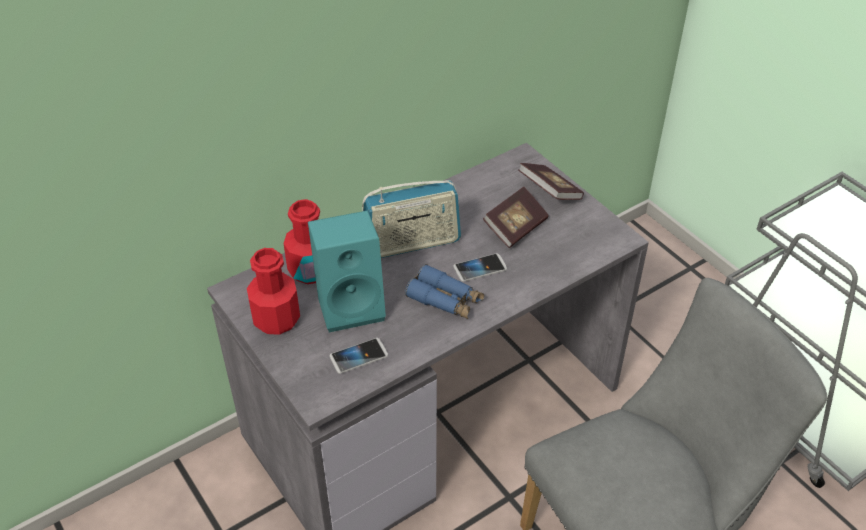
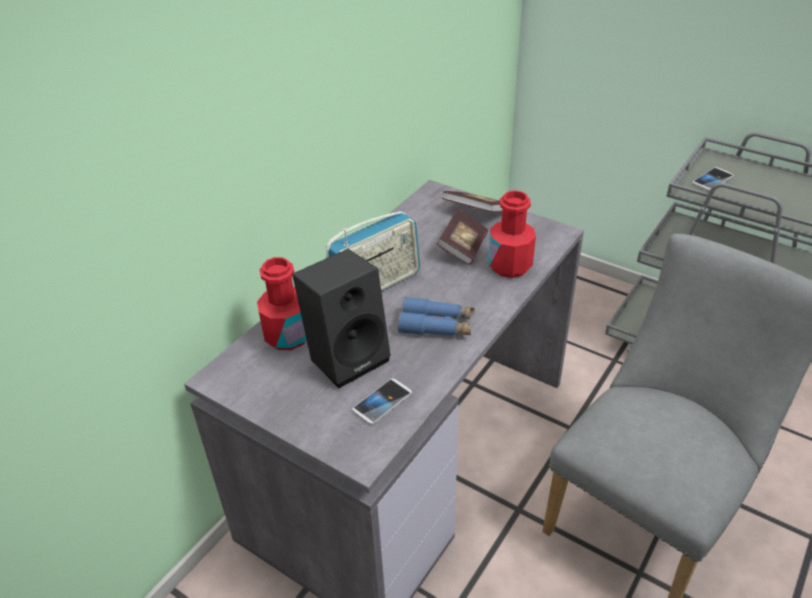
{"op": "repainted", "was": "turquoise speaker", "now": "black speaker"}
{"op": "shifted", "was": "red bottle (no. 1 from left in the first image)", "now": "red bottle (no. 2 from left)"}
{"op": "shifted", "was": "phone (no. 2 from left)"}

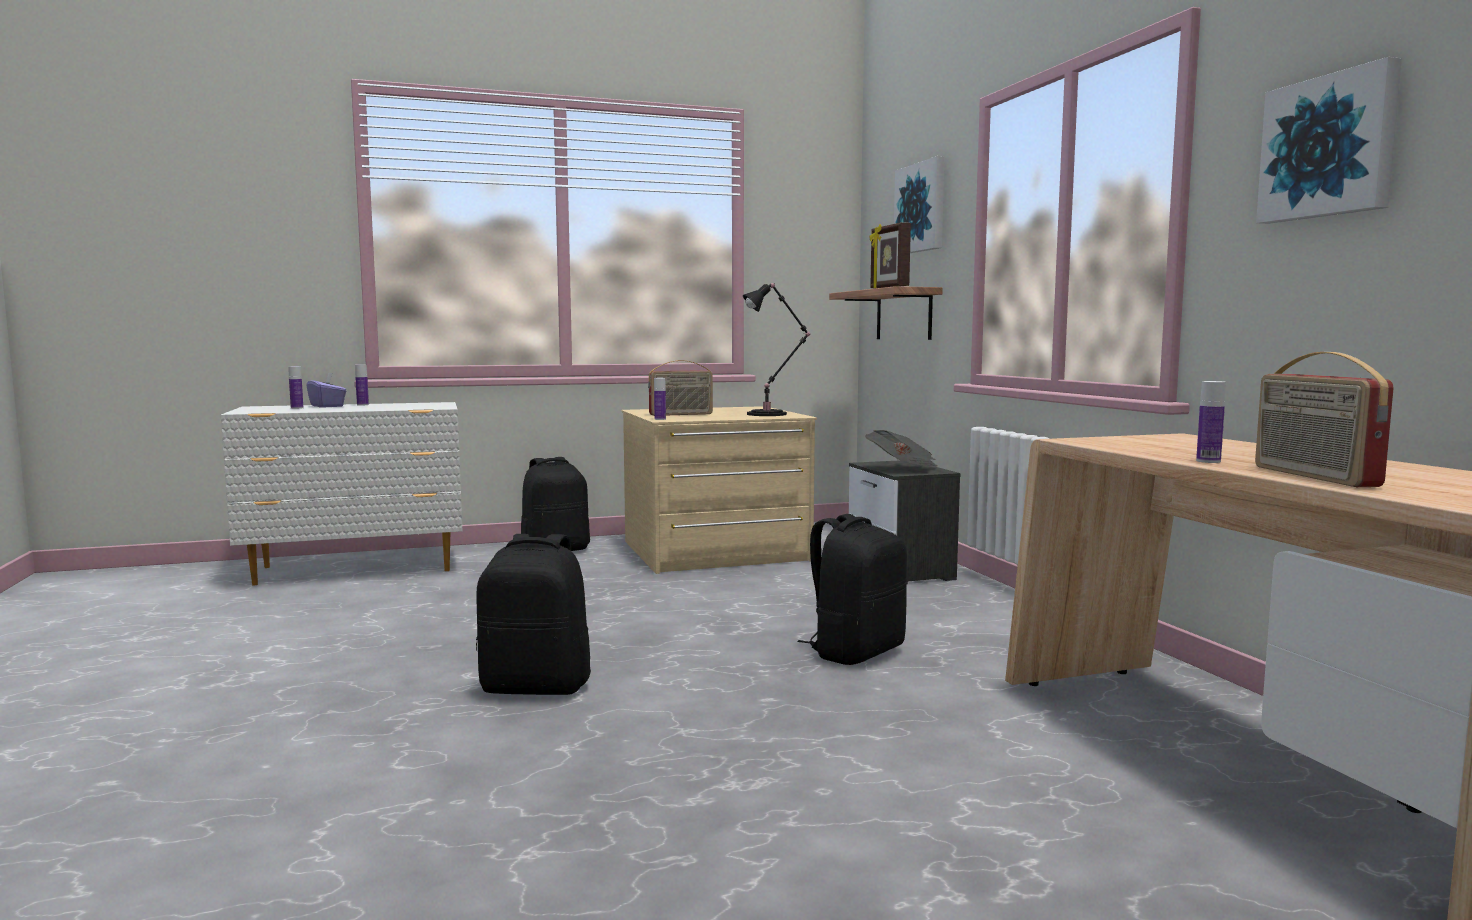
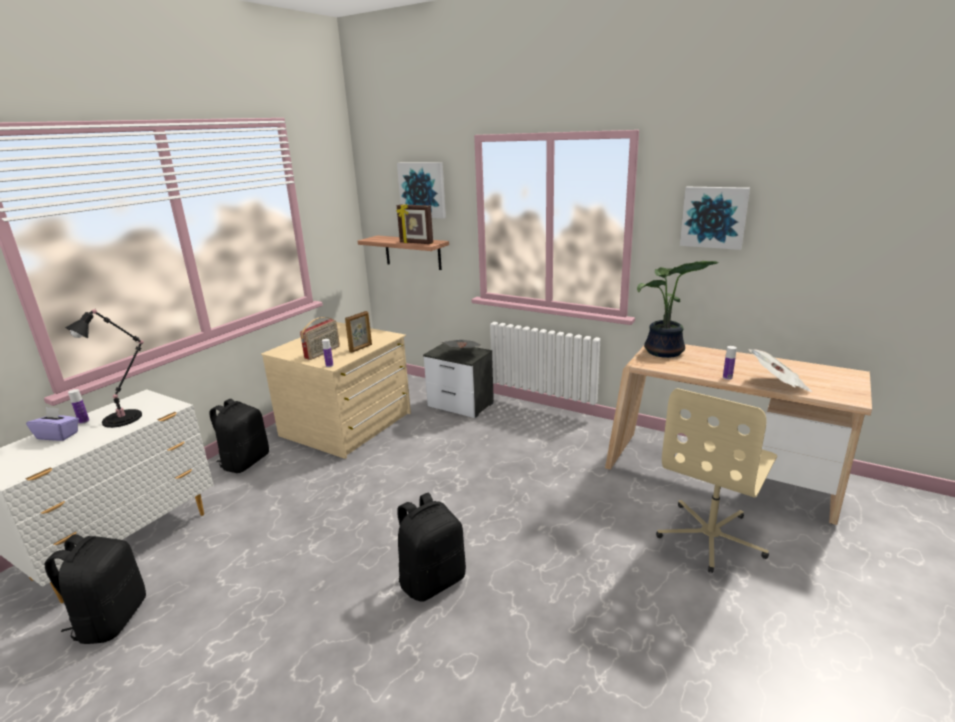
{"op": "shifted", "was": "black table lamp"}
{"op": "swapped", "was": "radio (no. 2 from left)", "now": "newspaper (no. 2 from left)"}
{"op": "gone", "was": "bottle (no. 1 from left)"}
{"op": "shifted", "was": "black backpack (no. 3 from left in the first image)", "now": "black backpack (no. 1 from left)"}
{"op": "new", "now": "potted plant"}
{"op": "new", "now": "picture frame (no. 1 from left)"}
{"op": "new", "now": "beige office chair"}

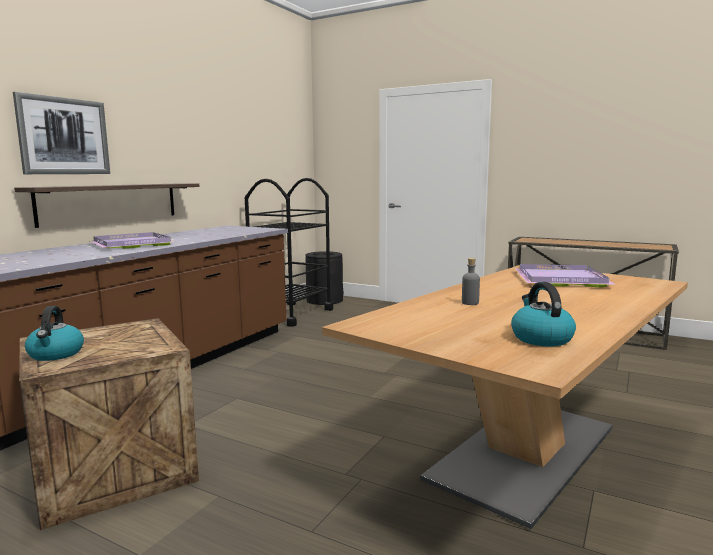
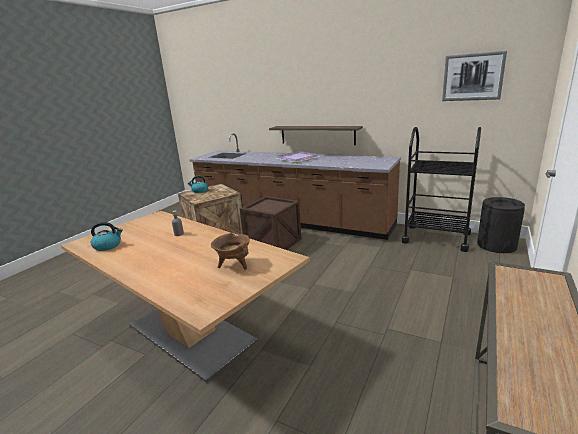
{"op": "shifted", "was": "picture"}
{"op": "swapped", "was": "purple tray (no. 2 from left)", "now": "brown cooking pot"}
{"op": "new", "now": "crate (no. 2 from left)"}

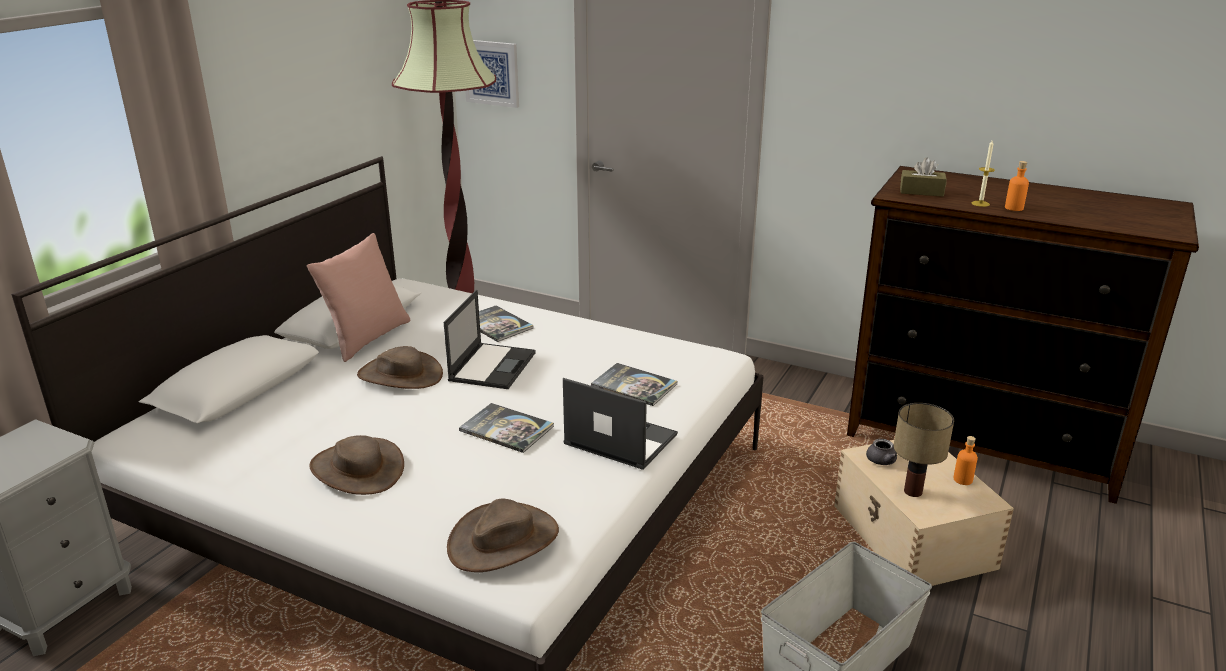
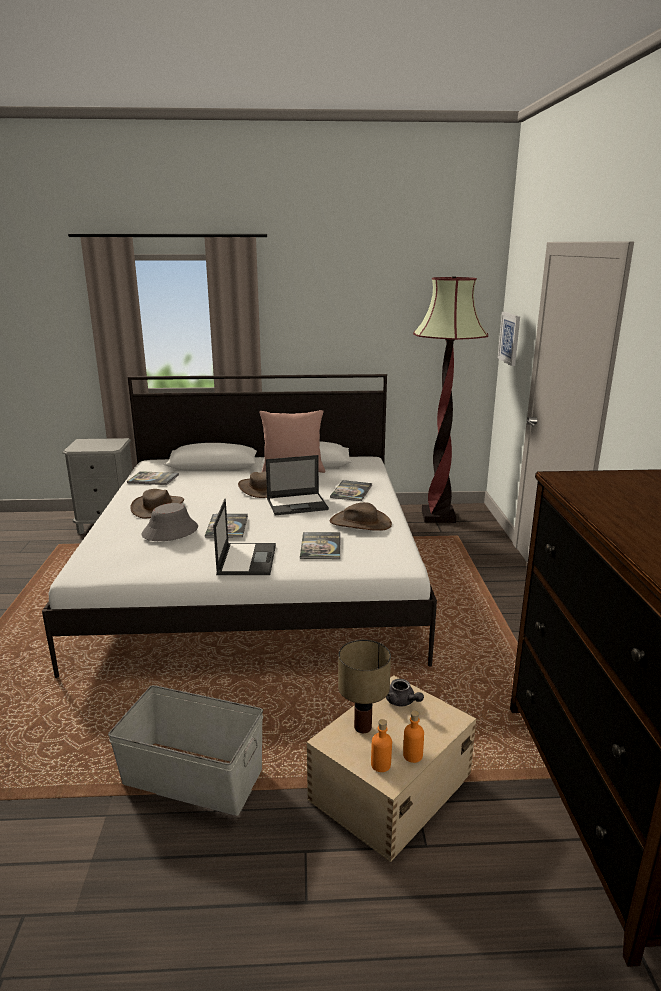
{"op": "gone", "was": "candle"}
{"op": "gone", "was": "brown tissue box"}
{"op": "shifted", "was": "orange bottle (no. 2 from left in the first image)", "now": "orange bottle (no. 1 from left)"}
{"op": "shifted", "was": "brown hat (no. 3 from left)"}
{"op": "new", "now": "book (no. 1 from left)"}
{"op": "new", "now": "grey hat"}

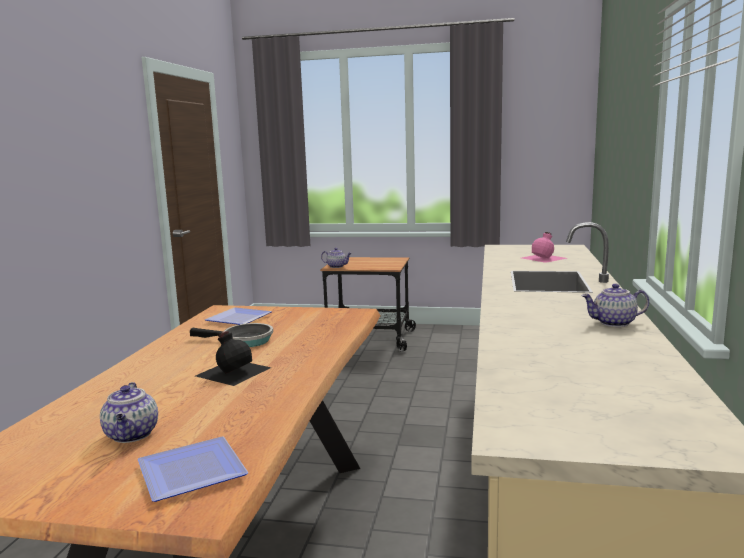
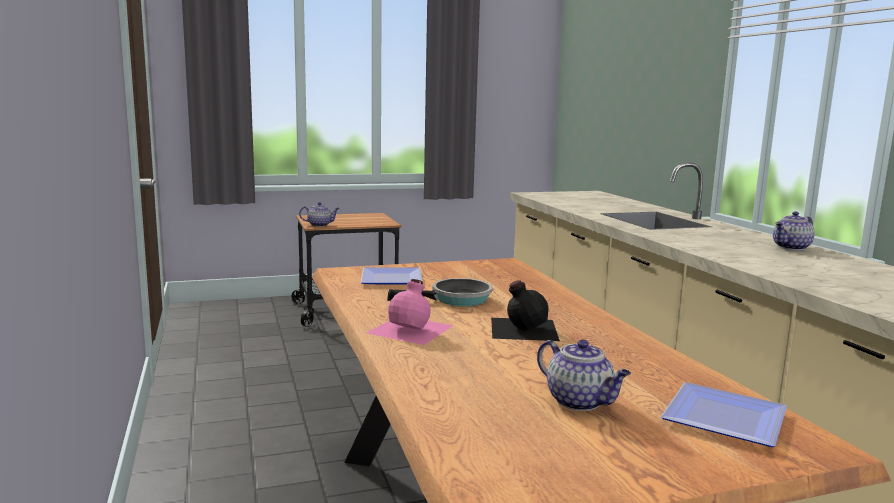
{"op": "shifted", "was": "pink bottle"}

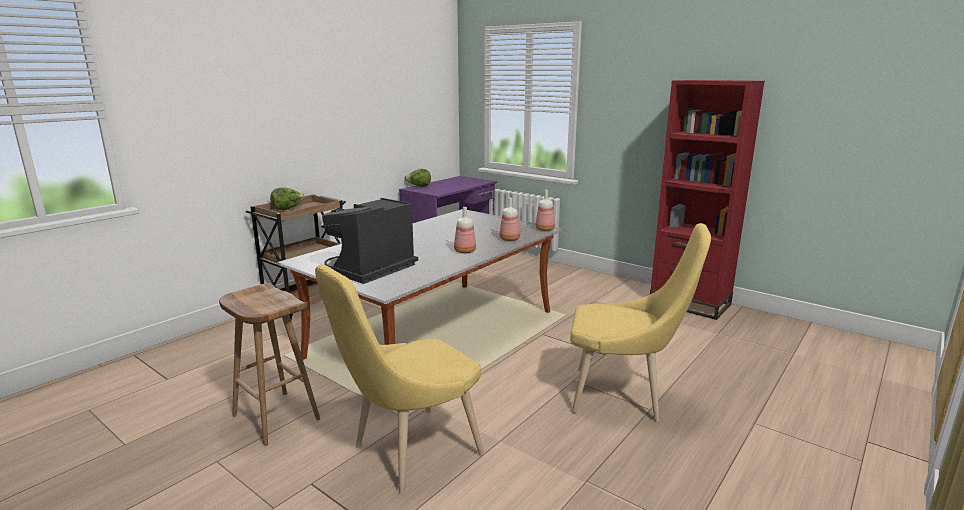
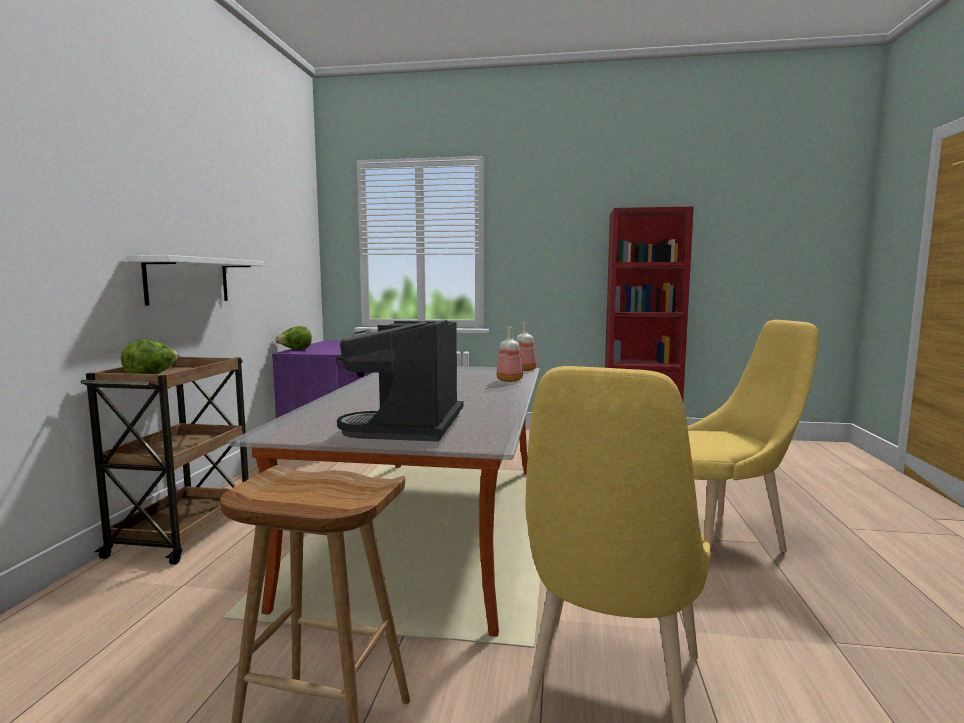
{"op": "gone", "was": "bottle (no. 1 from left)"}
{"op": "new", "now": "white shelf"}

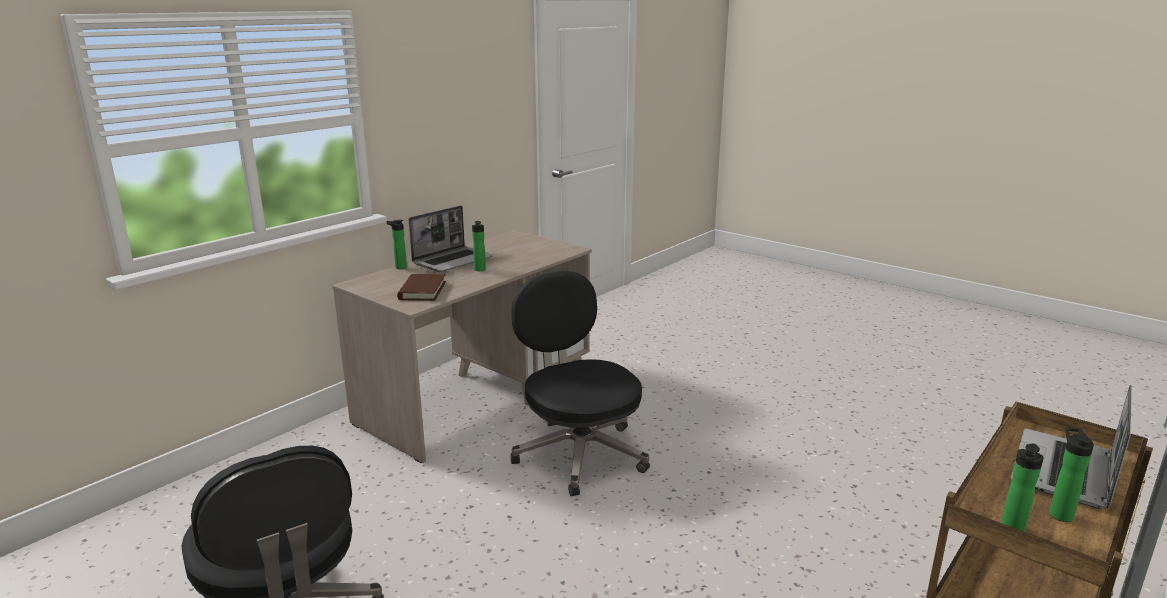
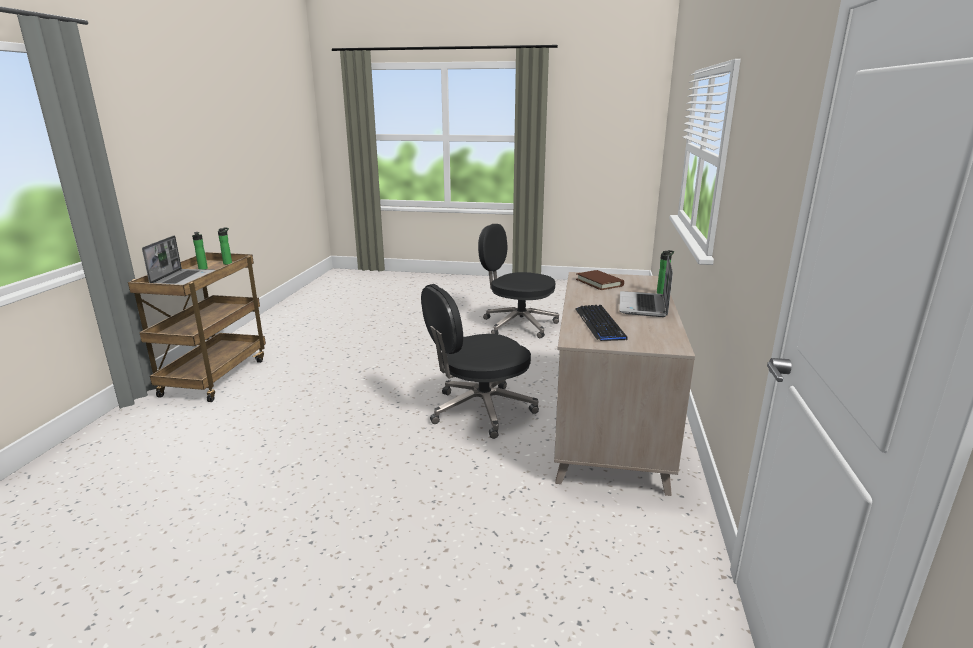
{"op": "gone", "was": "bottle (no. 2 from left)"}
{"op": "rotated", "was": "black office chair (no. 2 from left in the first image)", "clockwise": 120}
{"op": "new", "now": "keyboard"}

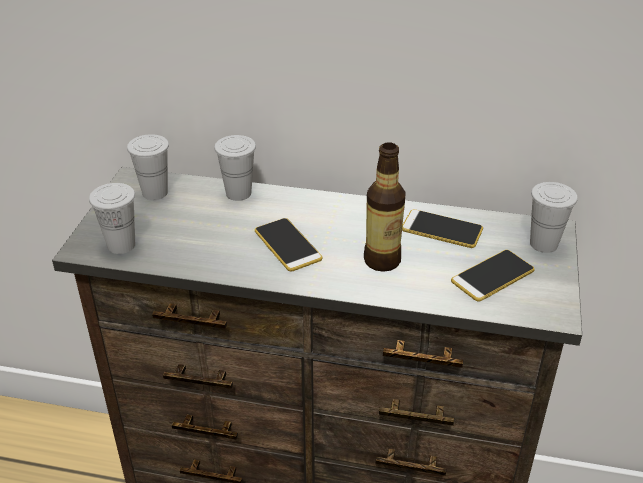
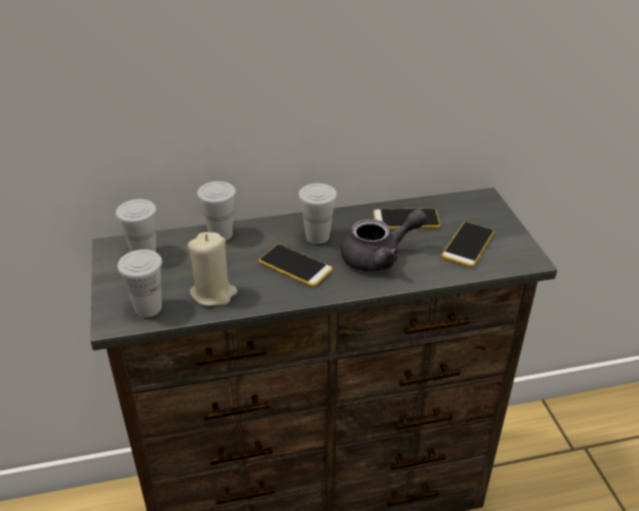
{"op": "swapped", "was": "bottle", "now": "grey teapot"}
{"op": "shifted", "was": "white cup (no. 4 from left)"}
{"op": "new", "now": "beige candle"}

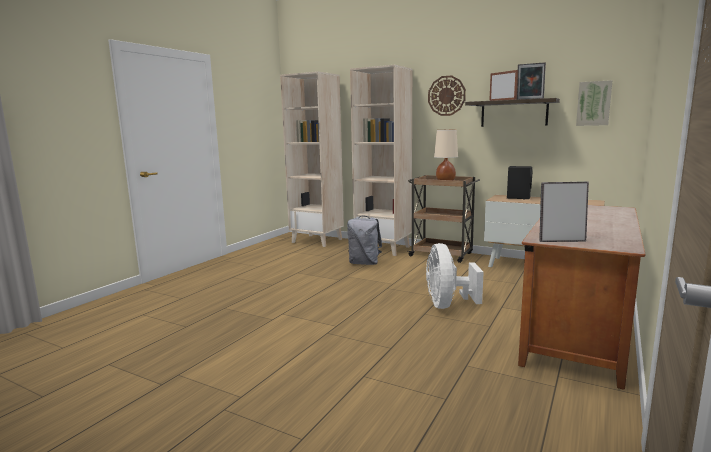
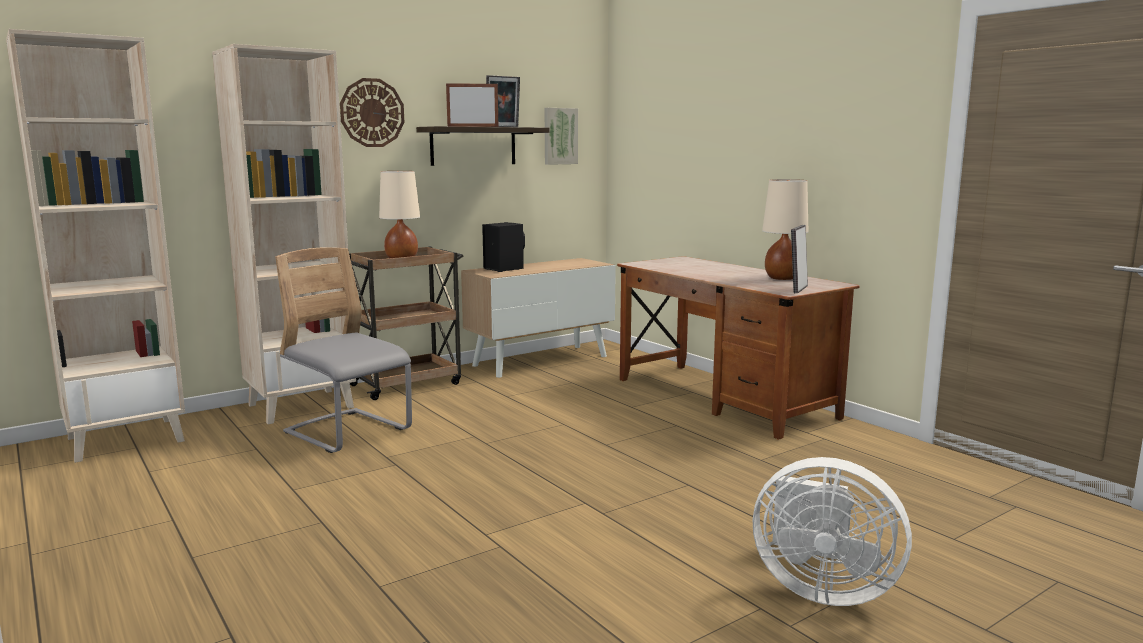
{"op": "swapped", "was": "grey backpack", "now": "grey chair"}
{"op": "shifted", "was": "white fan"}
{"op": "new", "now": "beige table lamp (no. 2 from left)"}

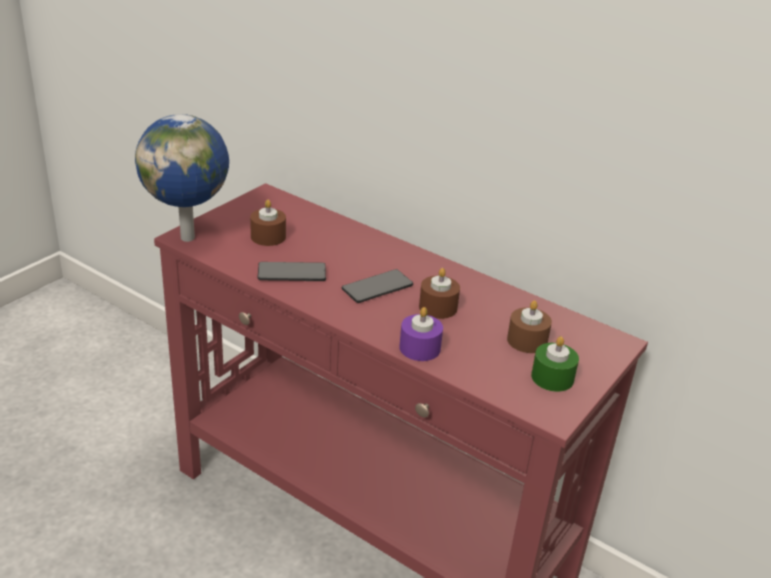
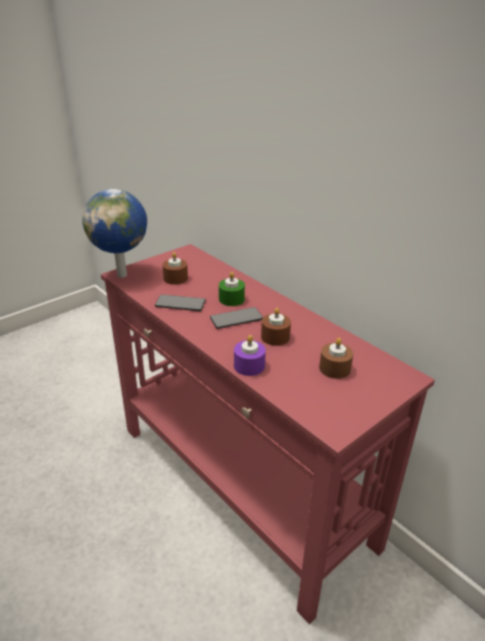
{"op": "shifted", "was": "green candle"}

